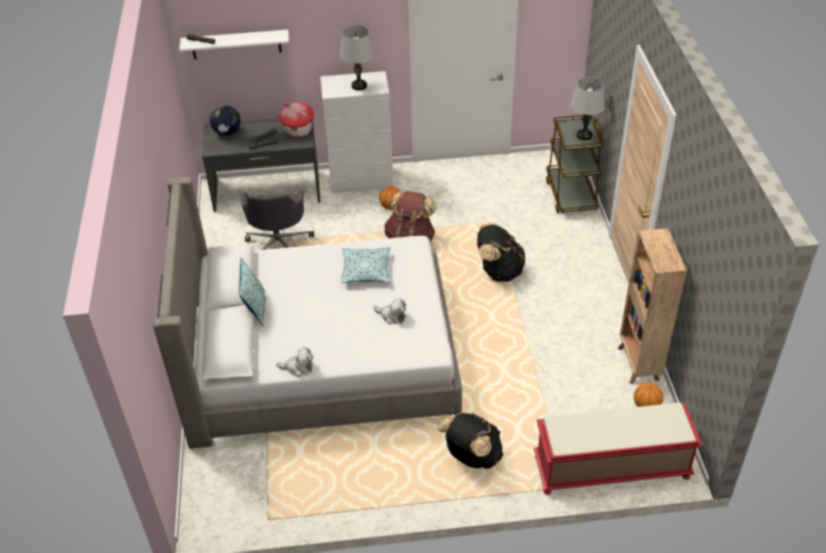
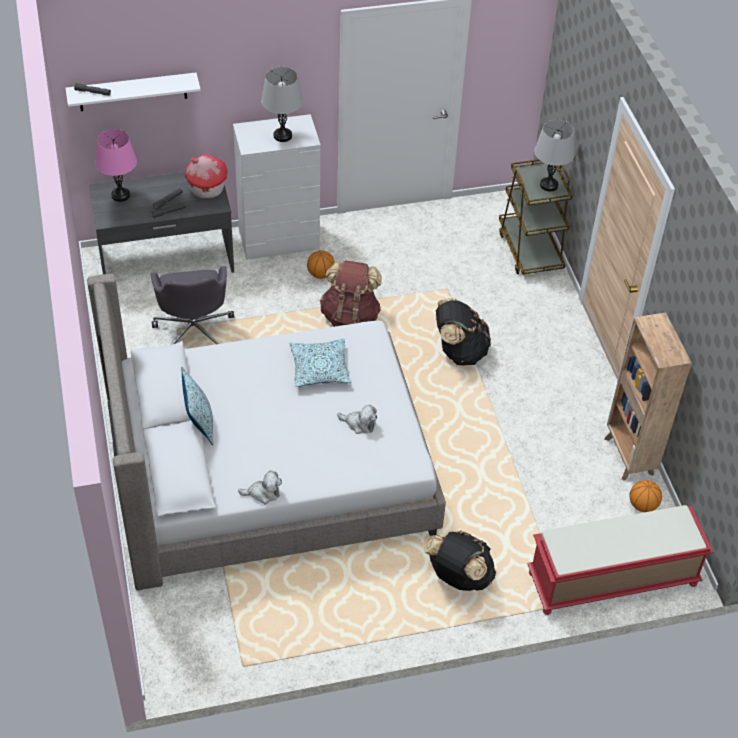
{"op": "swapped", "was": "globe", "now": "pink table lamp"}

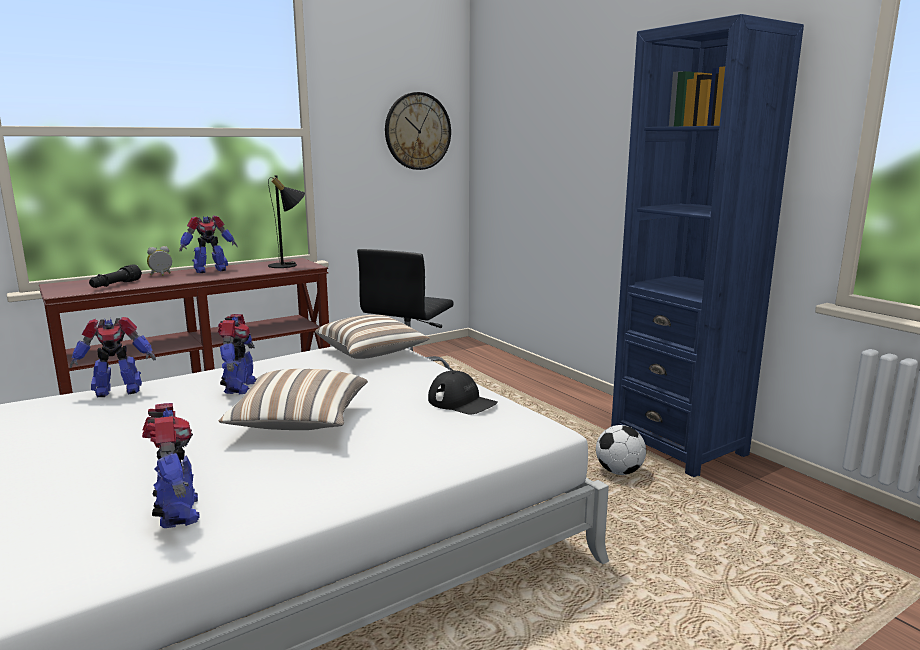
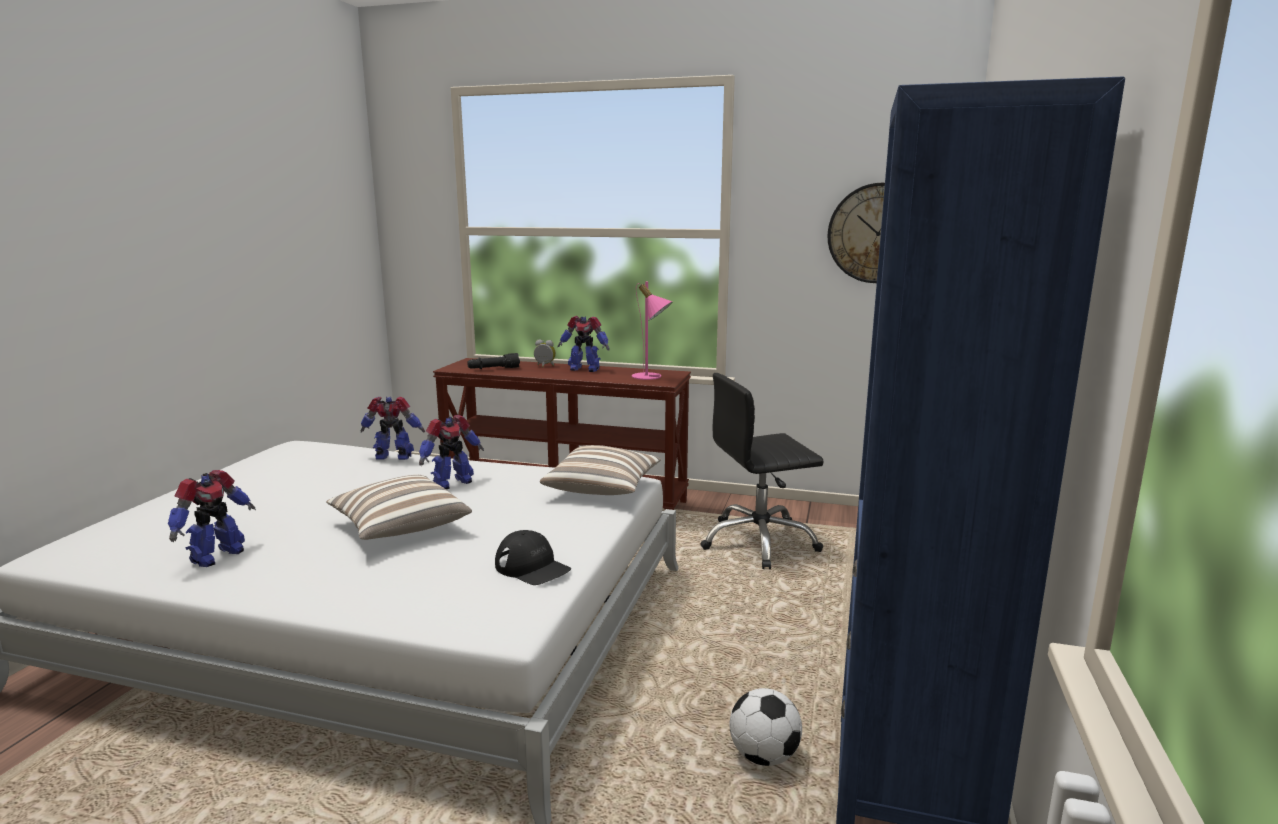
{"op": "repainted", "was": "black table lamp", "now": "pink table lamp"}
{"op": "rotated", "was": "toy robot (no. 1 from left in the first image)", "clockwise": 150}
{"op": "rotated", "was": "black cap", "clockwise": -45}

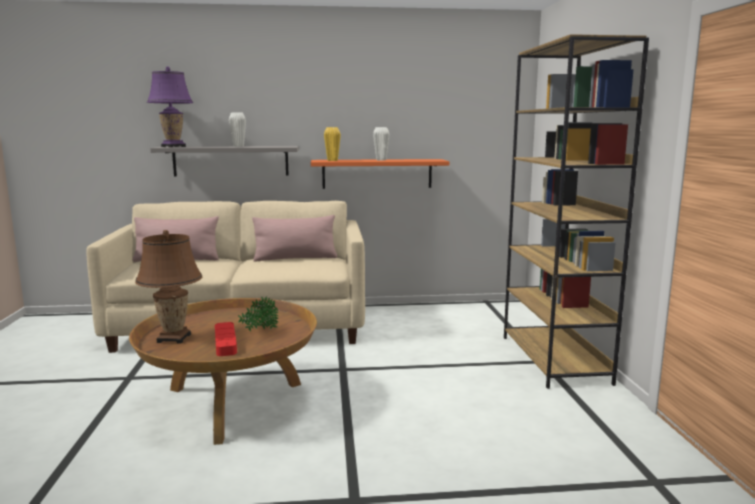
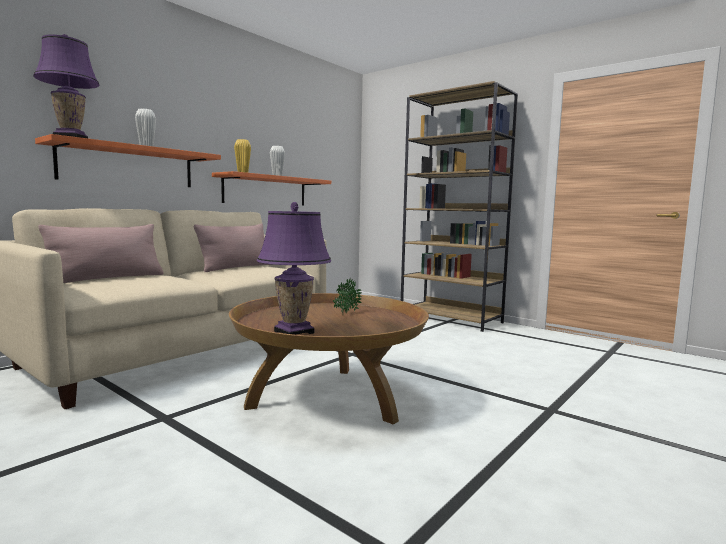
{"op": "repainted", "was": "grey shelf", "now": "orange shelf (no. 1 from left)"}
{"op": "repainted", "was": "brown table lamp", "now": "purple table lamp (no. 2 from left)"}
{"op": "gone", "was": "red tray"}

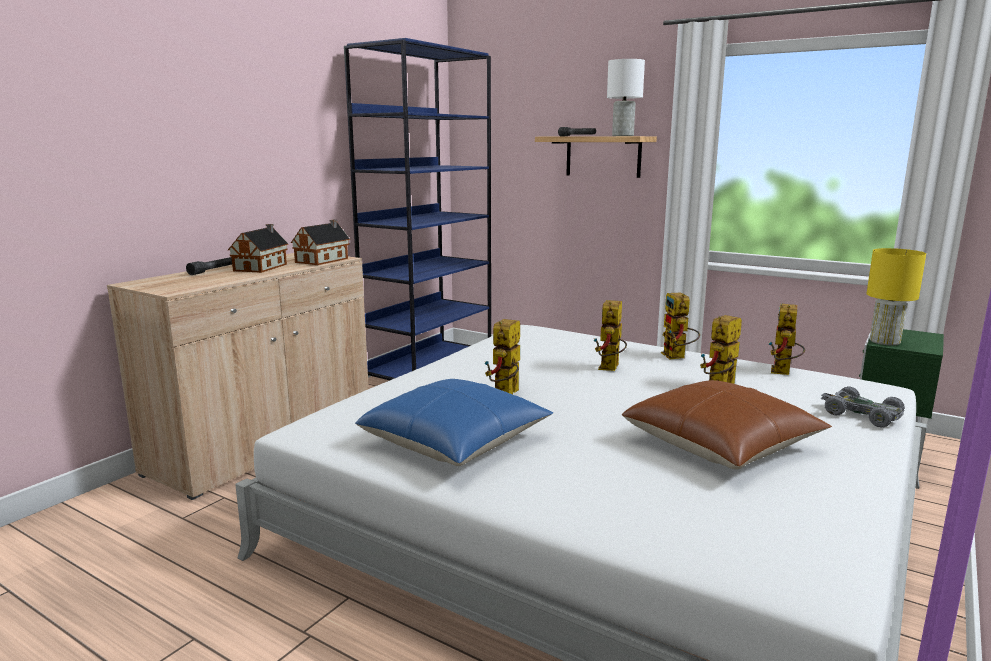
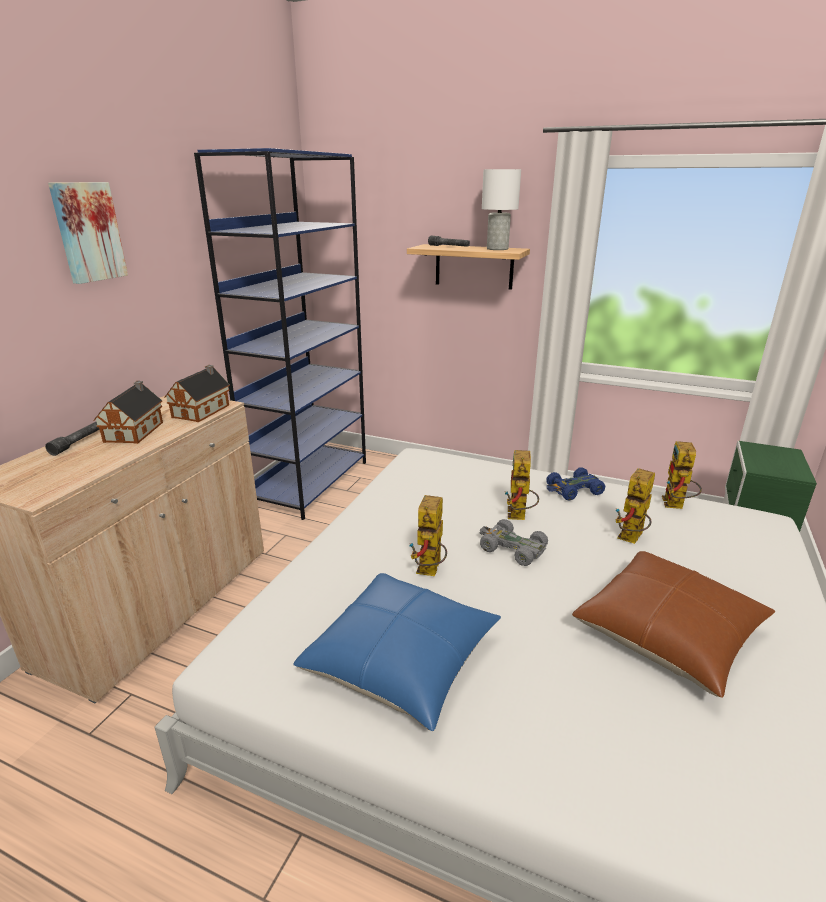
{"op": "gone", "was": "yellow table lamp"}
{"op": "swapped", "was": "toy robot (no. 3 from left)", "now": "blue toy car"}
{"op": "shifted", "was": "grey toy car"}
{"op": "new", "now": "picture"}

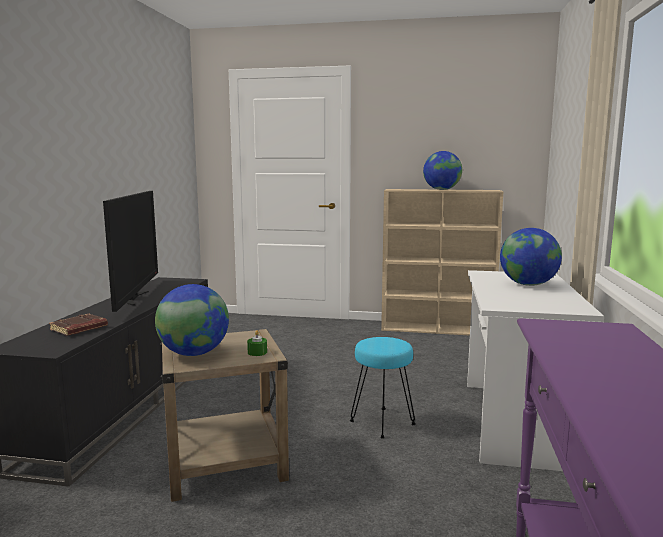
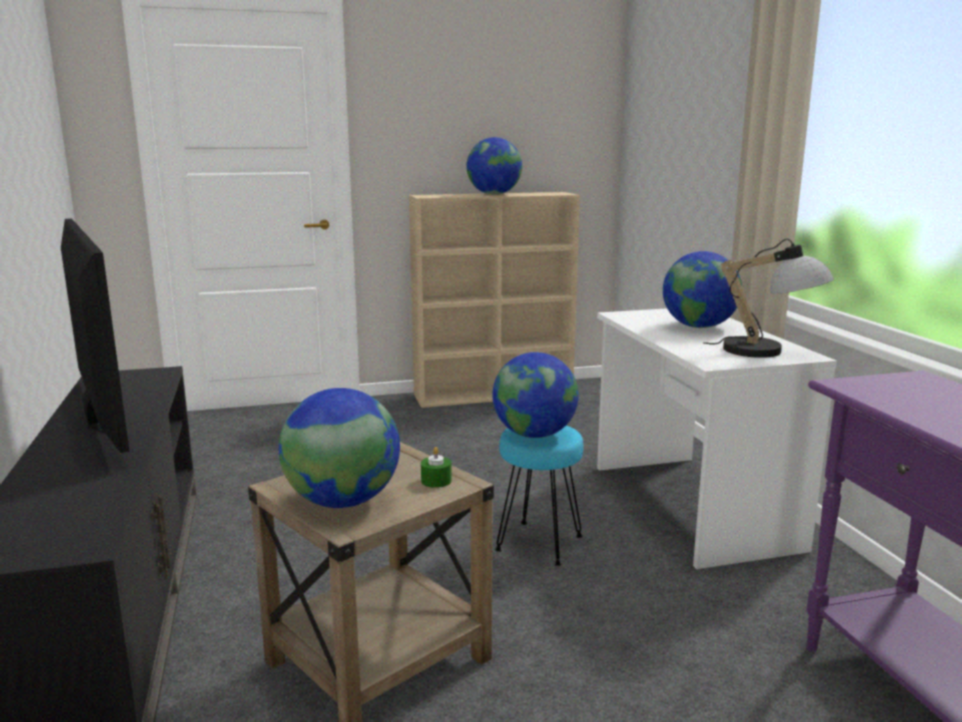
{"op": "gone", "was": "brown book"}
{"op": "new", "now": "table lamp"}
{"op": "new", "now": "globe (no. 3 from left)"}

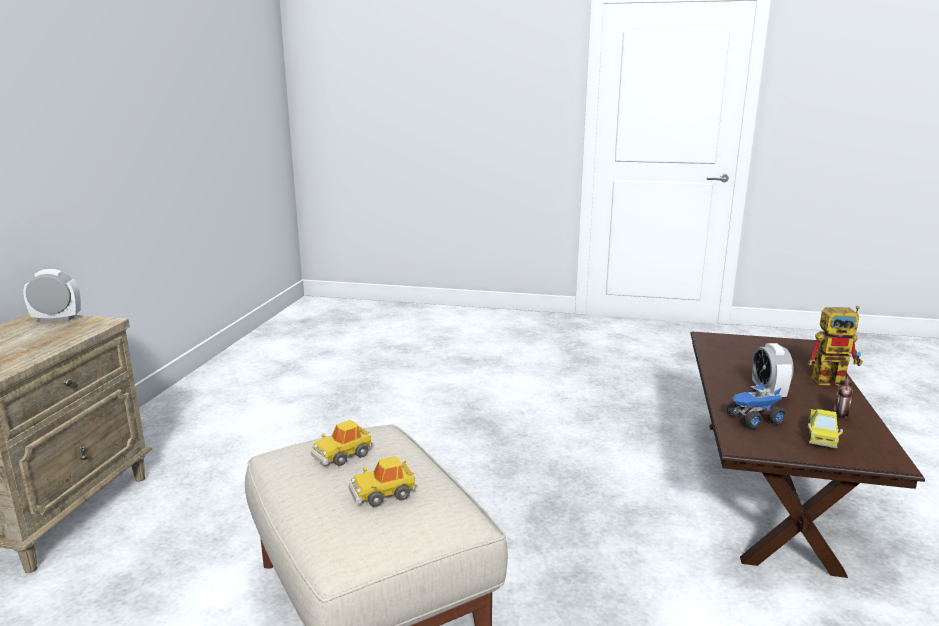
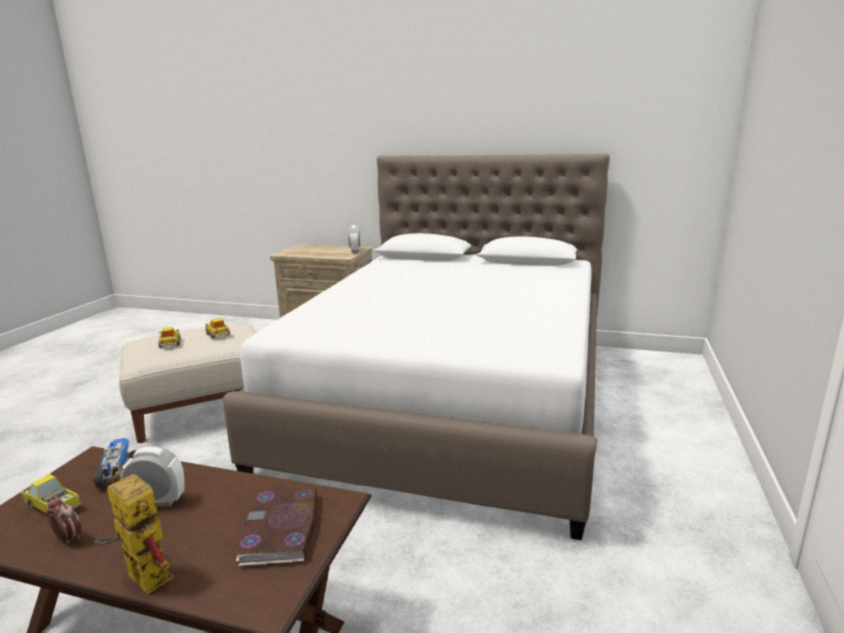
{"op": "rotated", "was": "toy robot", "clockwise": 120}
{"op": "new", "now": "white bed"}
{"op": "new", "now": "book"}

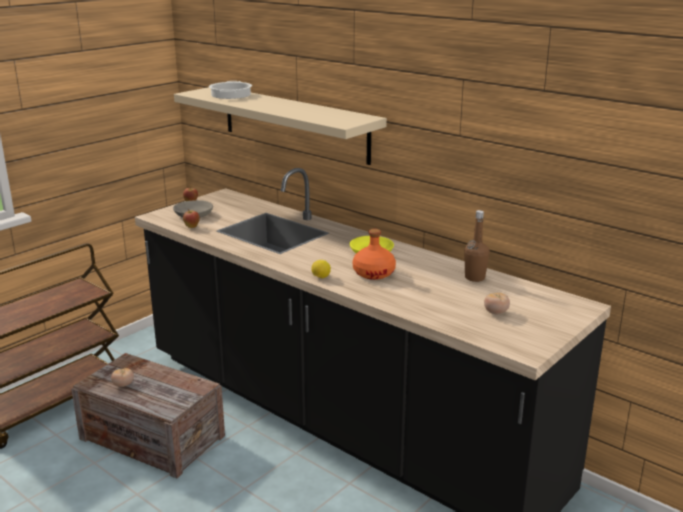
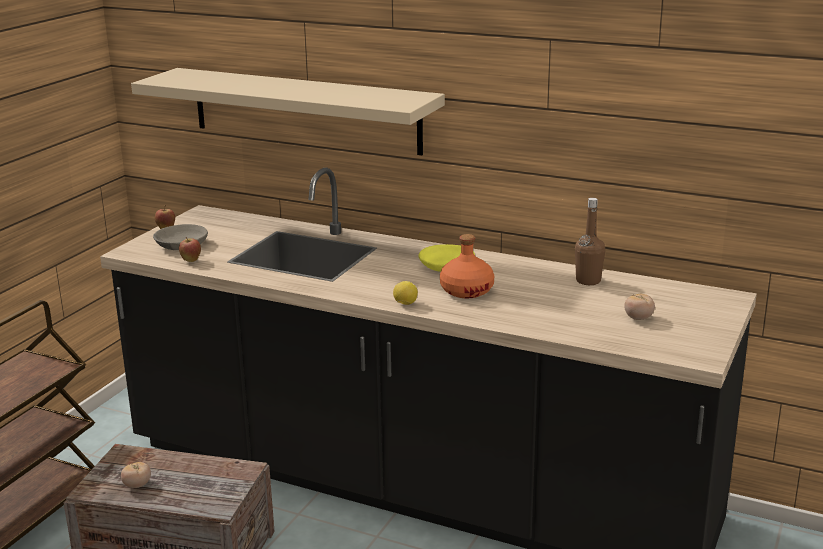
{"op": "gone", "was": "cooking pot"}

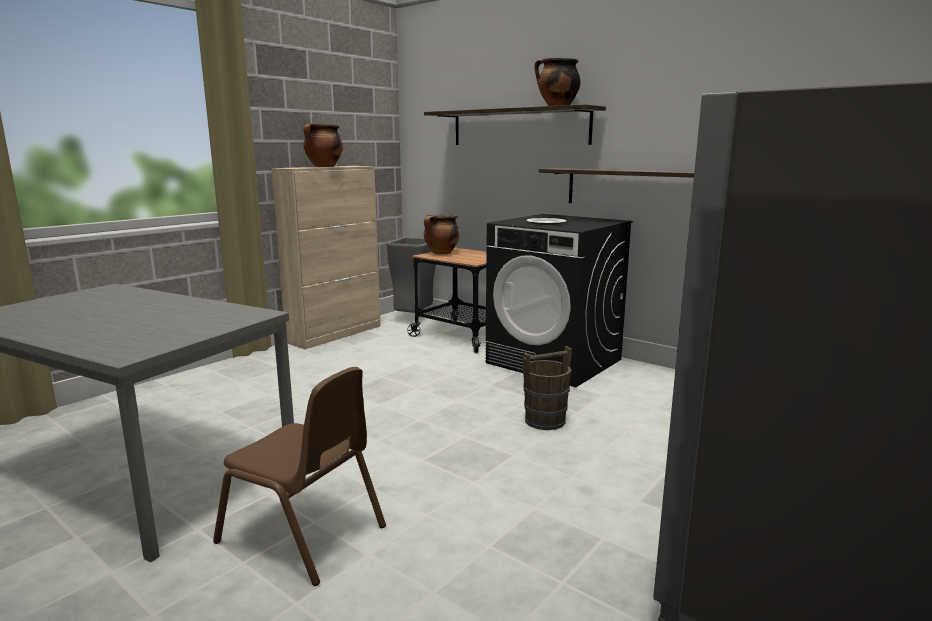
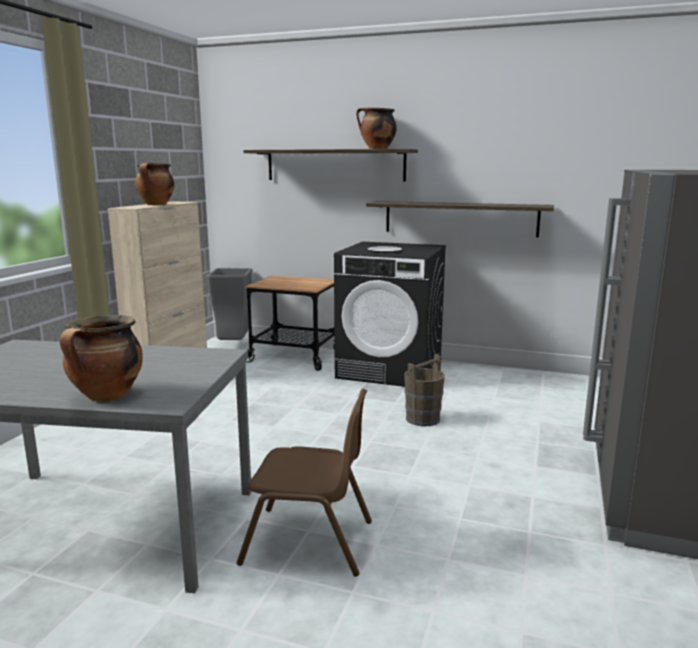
{"op": "shifted", "was": "cooking pot (no. 2 from left in the first image)", "now": "cooking pot (no. 1 from left)"}

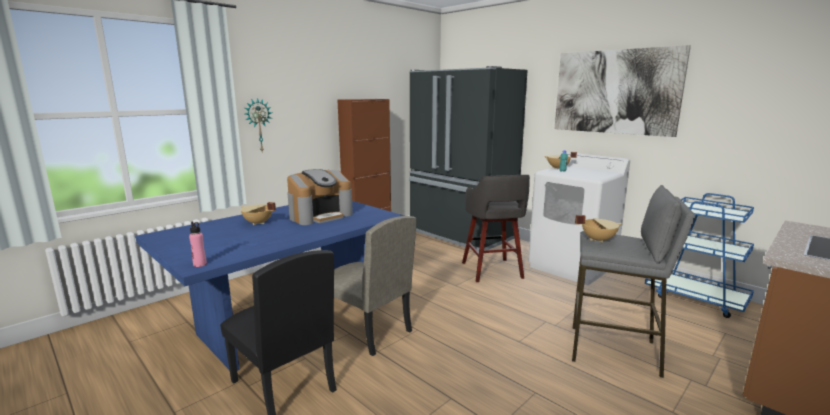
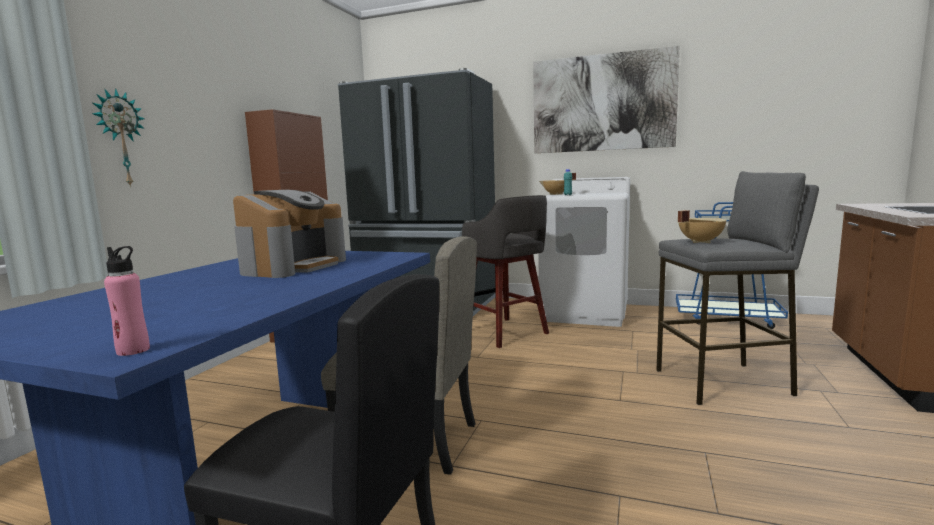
{"op": "gone", "was": "beige cooking pot (no. 1 from left)"}

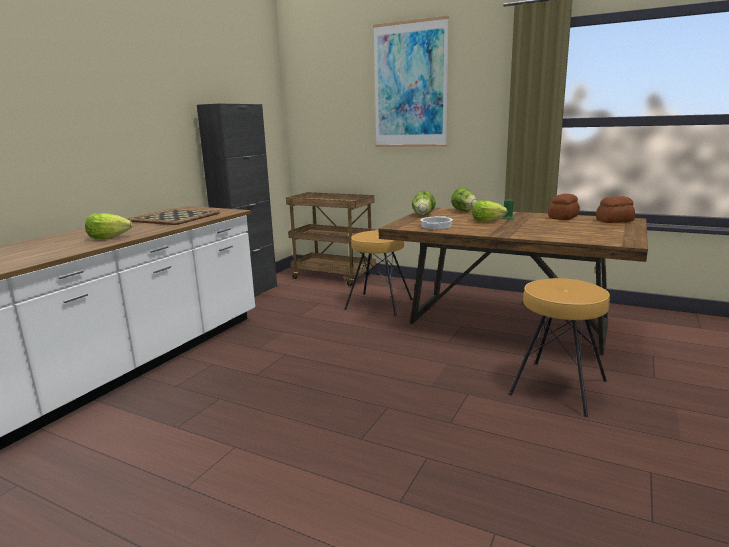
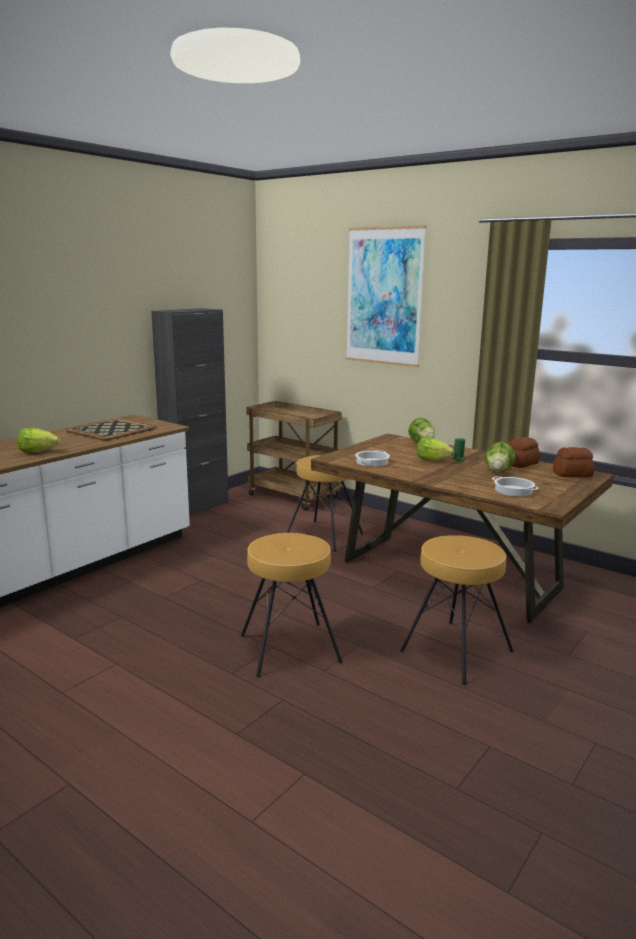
{"op": "shifted", "was": "lettuce (no. 2 from left in the first image)", "now": "lettuce (no. 4 from left)"}
{"op": "new", "now": "cooking pot (no. 2 from left)"}
{"op": "new", "now": "brown stool (no. 1 from left)"}

